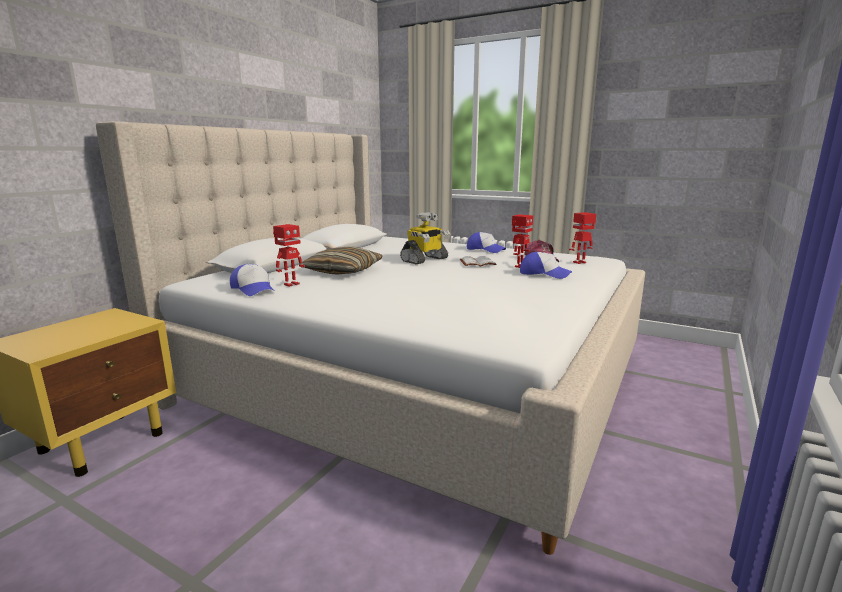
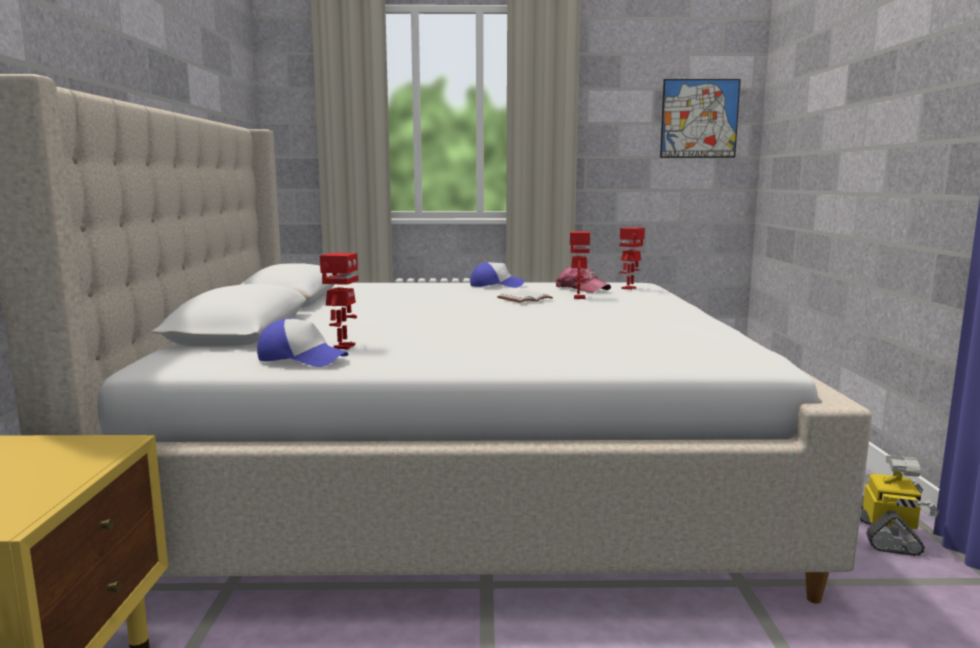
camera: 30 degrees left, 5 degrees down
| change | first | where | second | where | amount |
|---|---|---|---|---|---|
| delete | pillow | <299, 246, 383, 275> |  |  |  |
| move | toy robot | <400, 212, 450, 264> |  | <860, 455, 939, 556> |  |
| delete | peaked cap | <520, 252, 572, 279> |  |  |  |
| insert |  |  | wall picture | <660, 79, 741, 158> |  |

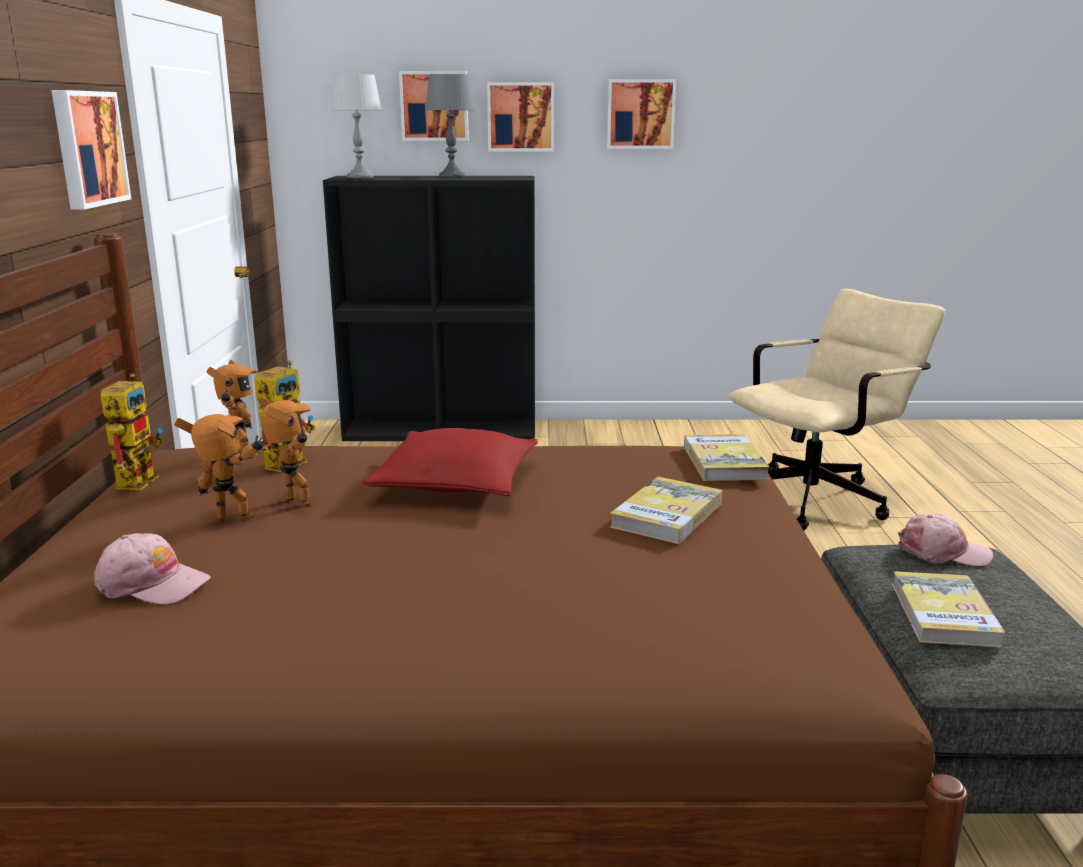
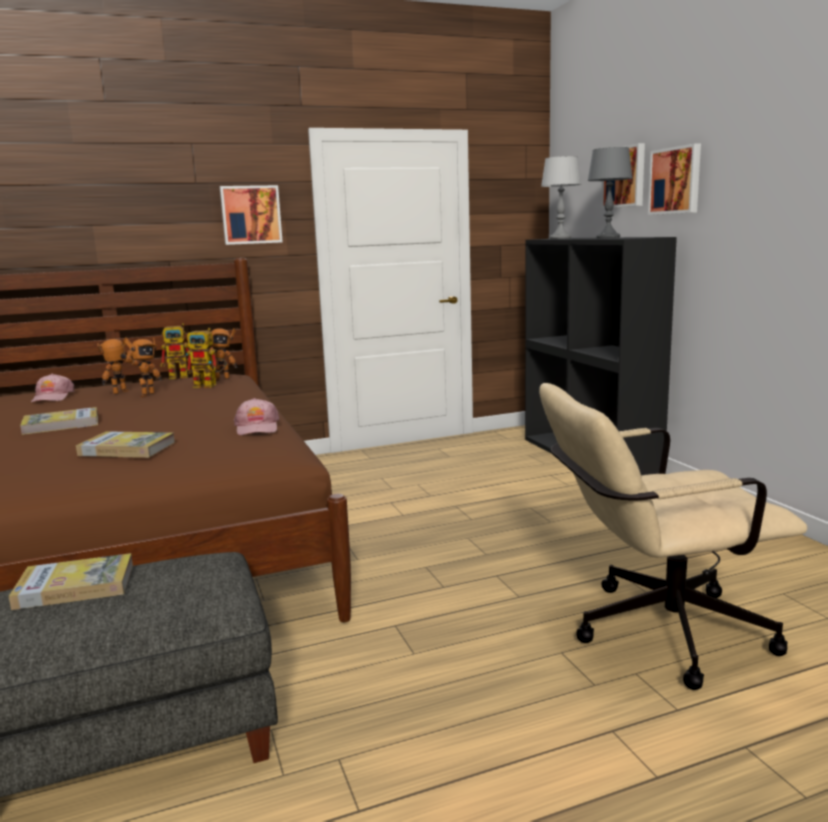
camera: 70 degrees right, 5 degrees down
| change | first | where | second | where | amount |
|---|---|---|---|---|---|
| rotate | toy robot | <174, 414, 266, 520> |  | <97, 337, 132, 394> | 135 degrees counterclockwise |
| delete | pillow in reddish | <362, 428, 538, 496> |  |  |  |
| delete | wall picture | <607, 79, 676, 149> |  |  |  |
| move | bound book | <684, 434, 770, 481> |  | <20, 407, 98, 435> |  |
| rotate | office chair in beige-coloured | <729, 289, 945, 530> |  | <539, 383, 808, 690> | 135 degrees clockwise |
| move | peaked cap in pink-coloured | <898, 514, 993, 566> |  | <234, 398, 279, 436> |  |

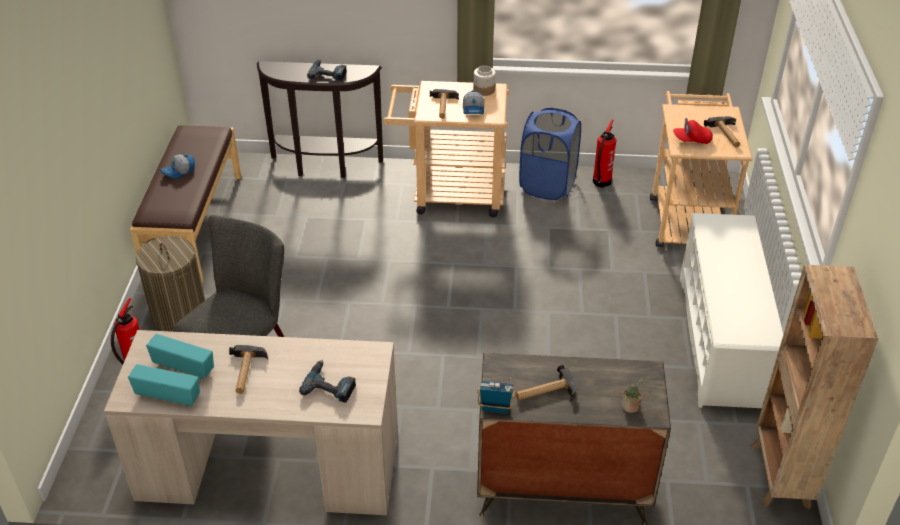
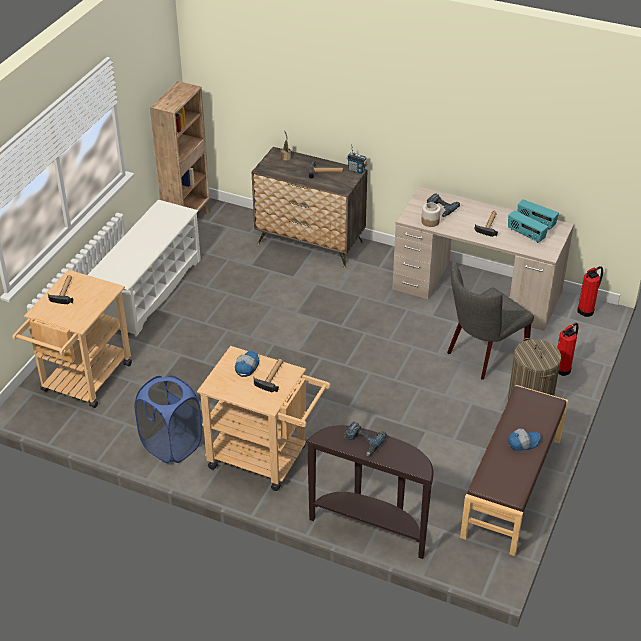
camera: 160 degrees left, 0 degrees up
| change | first | where | second | where | amount |
|---|---|---|---|---|---|
| move | storage jar | <473, 66, 496, 96> |  | <421, 202, 441, 227> |  |
| move | fire-fighting cylinder | <593, 119, 616, 188> |  | <577, 266, 603, 317> |  |
| delete | peaked cap in reddish | <673, 118, 713, 144> |  |  |  |

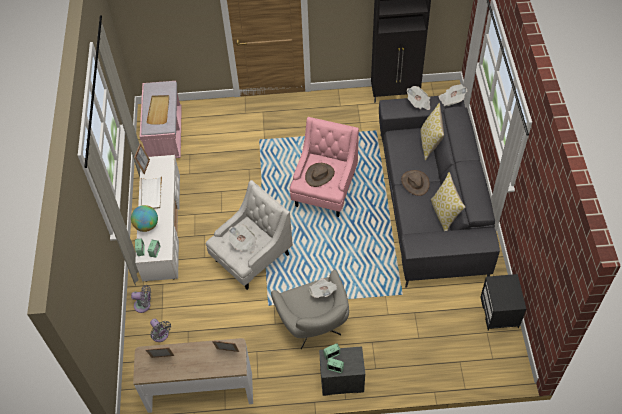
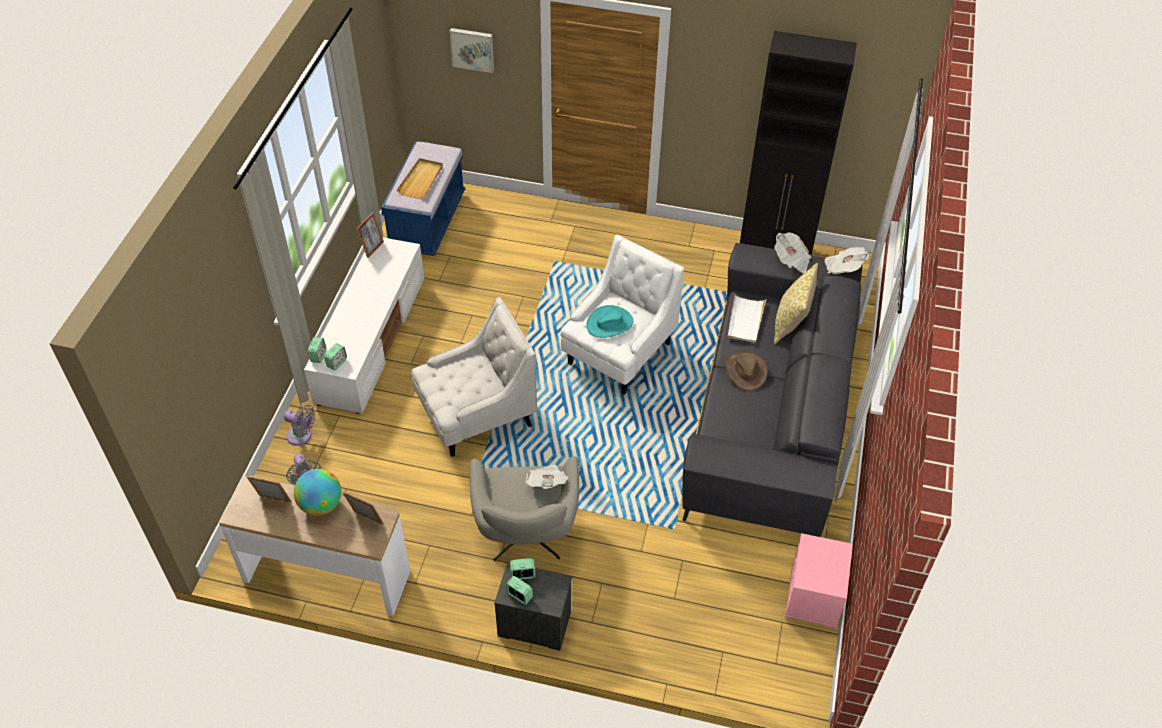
camera: 15 degrees right, 5 degrees down
| change | first | where | second | where | amount |
|---|---|---|---|---|---|
| move | desk globe | <131, 205, 158, 232> |  | <294, 469, 341, 516> |  |
| recolor | bench in pink-coloured | <140, 81, 182, 158> | bench in blue | <381, 141, 465, 256> |  |
| move | carrying tray in white-coloured | <141, 176, 162, 209> |  | <727, 294, 766, 343> |  |
| delete | printed paper | <228, 224, 257, 253> |  |  |  |
| recolor | easy chair in pink-coloured | <290, 117, 359, 217> | easy chair in white-coloured | <560, 235, 684, 395> |  |
| recolor | hat in brownish | <305, 163, 335, 187> | hat in blue-green | <586, 305, 633, 338> |  |
| delete | pillow | <431, 172, 465, 231> |  |  |  |
| recolor | night table in black-coloured | <481, 274, 526, 331> | night table in pink-coloured | <784, 533, 853, 630> |  |
| insert |  |  | wall picture | <450, 28, 494, 73> |  |

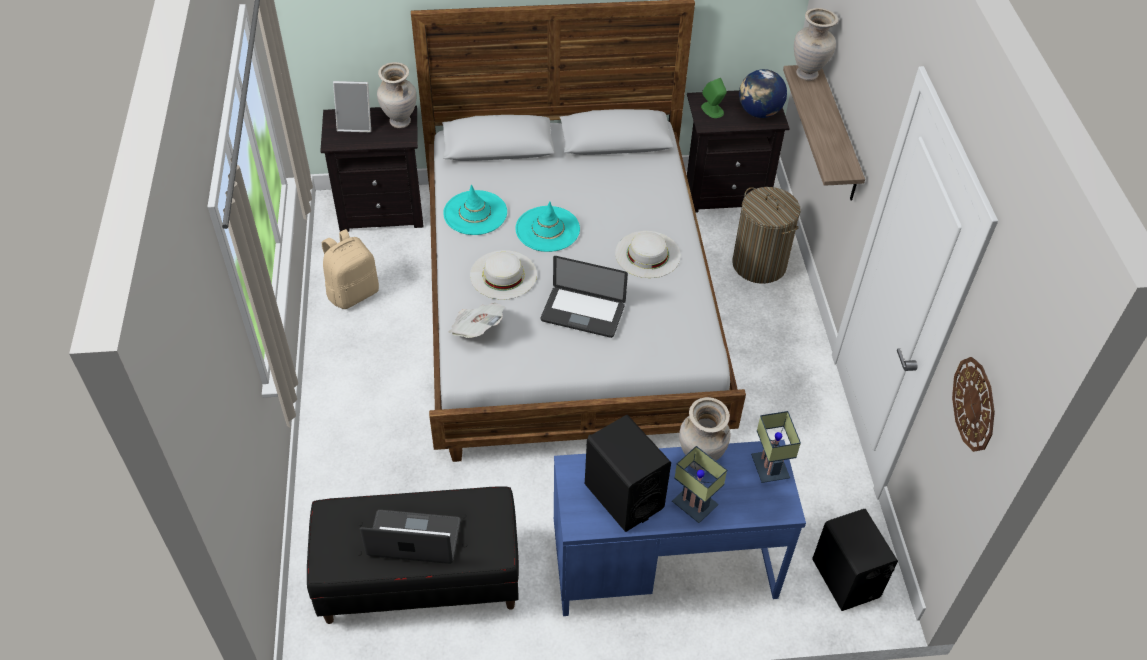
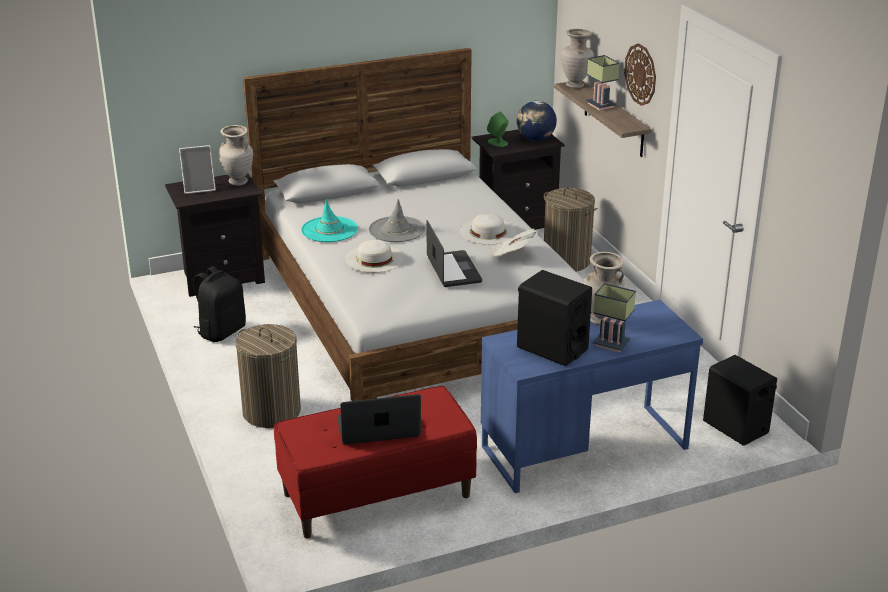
camera: 15 degrees left, 20 degrees down
| change | first | where | second | where | amount |
|---|---|---|---|---|---|
| recolor | bench in black-coloured | <307, 486, 519, 624> | bench in reddish | <274, 386, 477, 538> |  |
| recolor | backpack in beige-coloured | <322, 229, 379, 309> | backpack in black-coloured | <193, 266, 246, 342> |  |
| move | printed paper | <448, 303, 505, 338> |  | <490, 229, 538, 258> |  |
| recolor | hat in blue-green | <516, 201, 580, 252> | hat in greyish | <369, 199, 425, 242> |  |
| rotate | laptop | <541, 256, 628, 338> |  | <426, 220, 482, 287> | 105 degrees counterclockwise |
| move | tabletop lamp | <751, 411, 801, 483> |  | <586, 55, 620, 110> |  |
| move | hanging clock | <952, 357, 995, 452> |  | <624, 43, 656, 106> |  |
| insert |  |  | washing basket | <235, 324, 301, 428> |  |

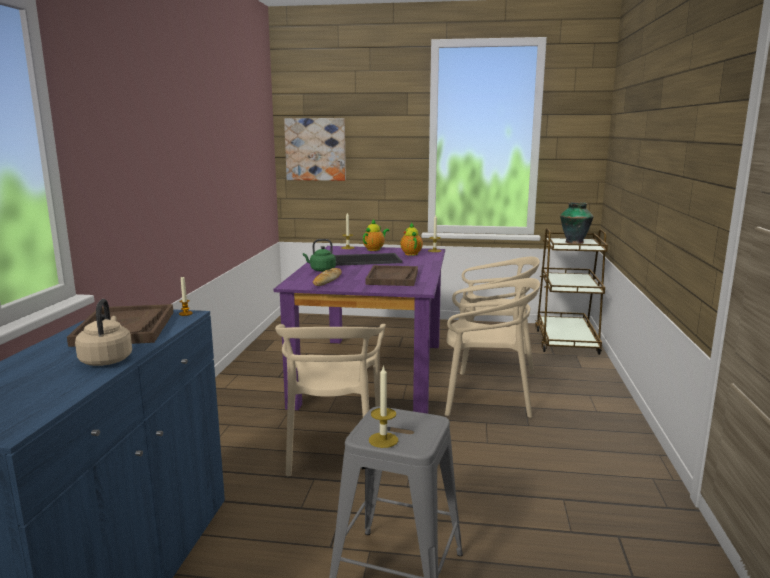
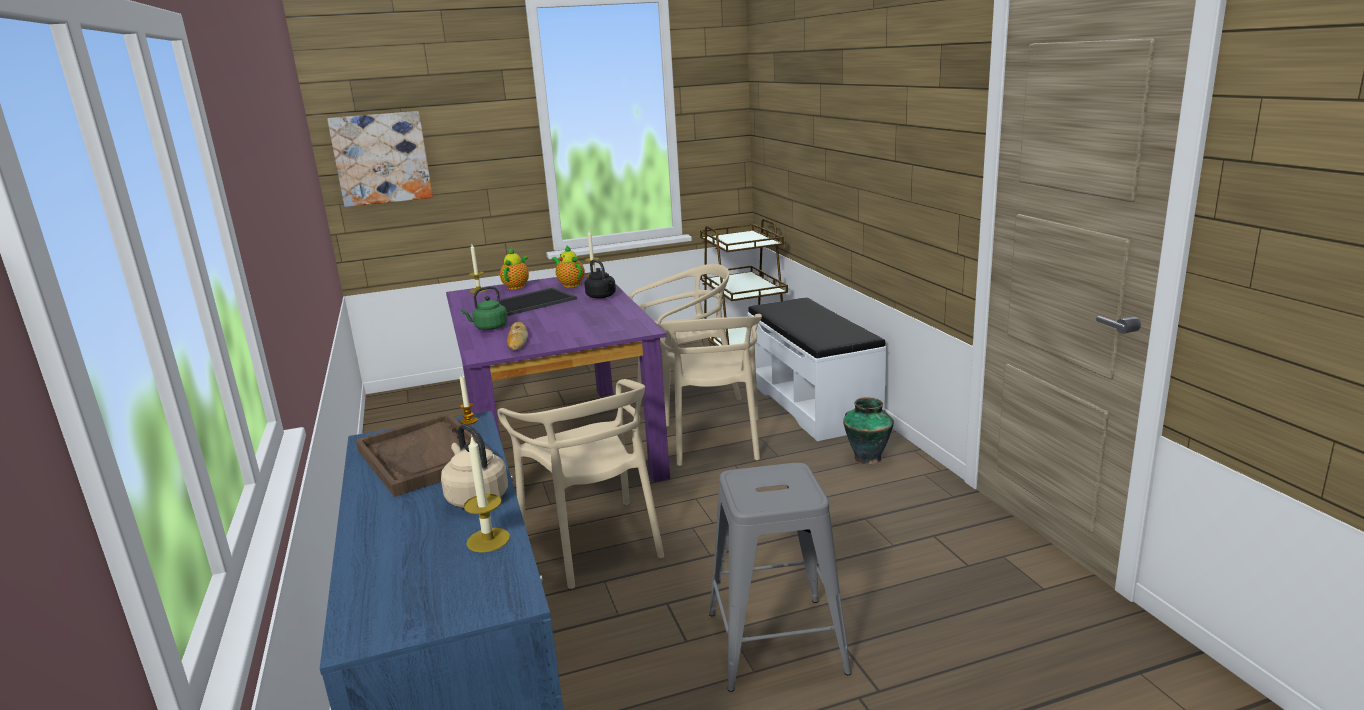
camera: 25 degrees left, 5 degrees up
| change | first | where | second | where | amount |
|---|---|---|---|---|---|
| delete | carrying tray in brownish | <365, 265, 418, 286> |  |  |  |
| move | wax candle | <369, 365, 398, 448> |  | <464, 435, 510, 553> |  |
| rotate | upright chair in beige-coloured | <445, 278, 540, 418> |  | <655, 314, 762, 466> | 105 degrees clockwise |
| move | decorative vase | <560, 202, 594, 244> |  | <843, 397, 894, 465> |  |
| insert |  |  | kettle in black-coloured | <584, 259, 616, 299> |  |
| insert |  |  | bench in white-coloured | <748, 297, 886, 441> |  |

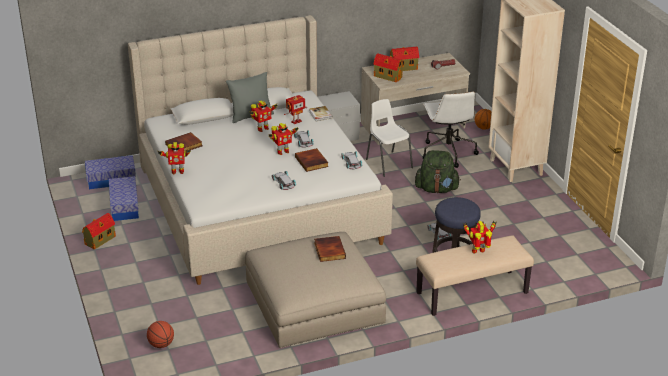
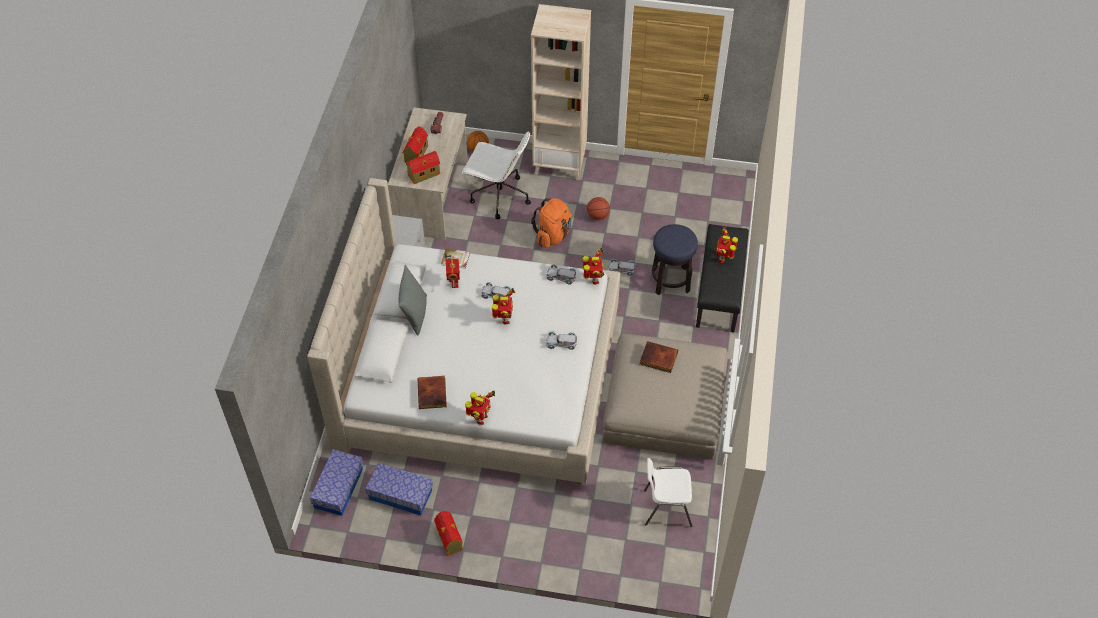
camera: 60 degrees left, 20 degrees up
| change | first | where | second | where | amount |
|---|---|---|---|---|---|
| move | basketball ball | <147, 321, 174, 348> |  | <587, 197, 610, 220> |  |
| move | toy robot | <250, 101, 278, 132> |  | <583, 248, 604, 285> |  |
| delete | bound book | <295, 148, 329, 172> |  |  |  |
| move | upright chair in white-coloured | <366, 99, 413, 177> |  | <644, 458, 693, 527> |  |
| recolor | backpack in green | <415, 150, 461, 193> | backpack in orange-coloured | <531, 198, 572, 248> |  |
| recolor | bench in beige-coloured | <416, 235, 534, 316> | bench in black-coloured | <696, 224, 749, 333> |  |

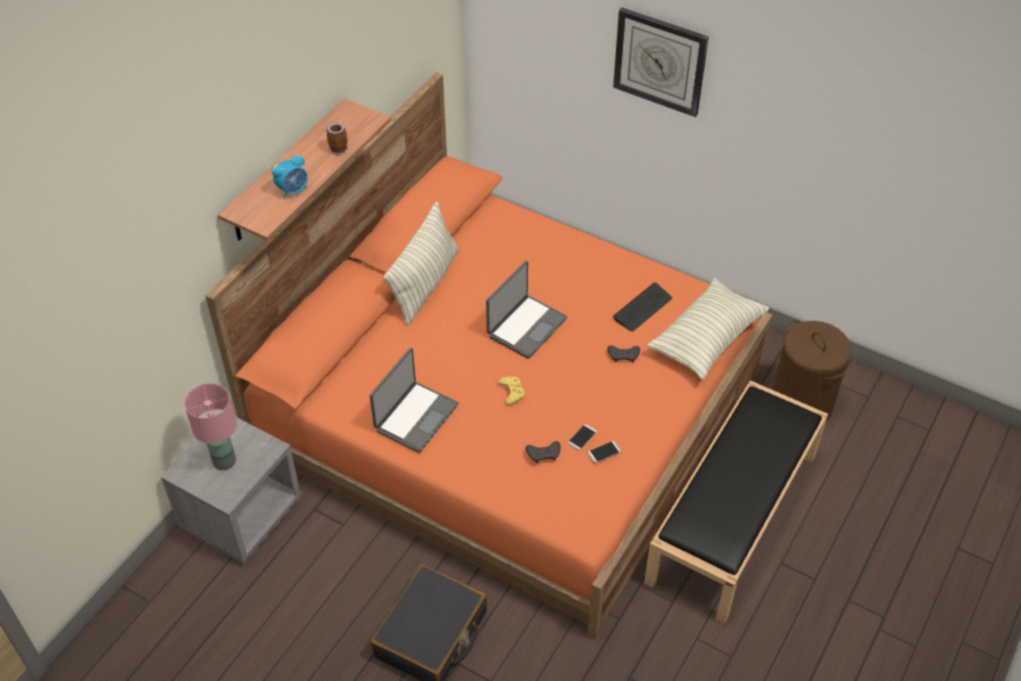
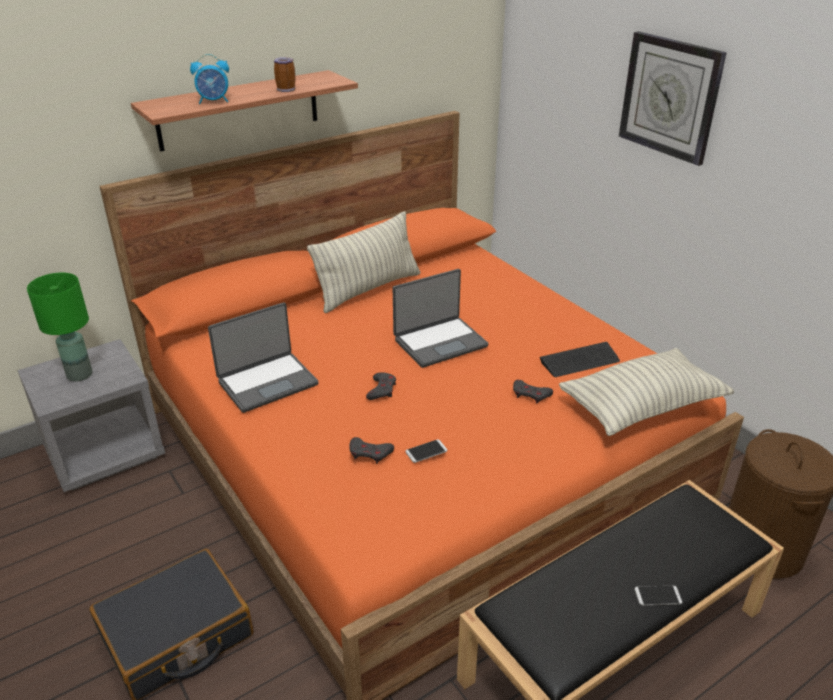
camera: 25 degrees right, 15 degrees down
| change | first | where | second | where | amount |
|---|---|---|---|---|---|
| recolor | tabletop lamp in pink-coloured | <184, 383, 236, 470> | tabletop lamp in green | <27, 273, 93, 381> |  |
| recolor | joypad in yellow-coloured | <498, 377, 525, 406> | joypad in greyish | <366, 372, 396, 400> |  |
| move | handset | <588, 441, 621, 463> |  | <635, 586, 682, 605> |  |

